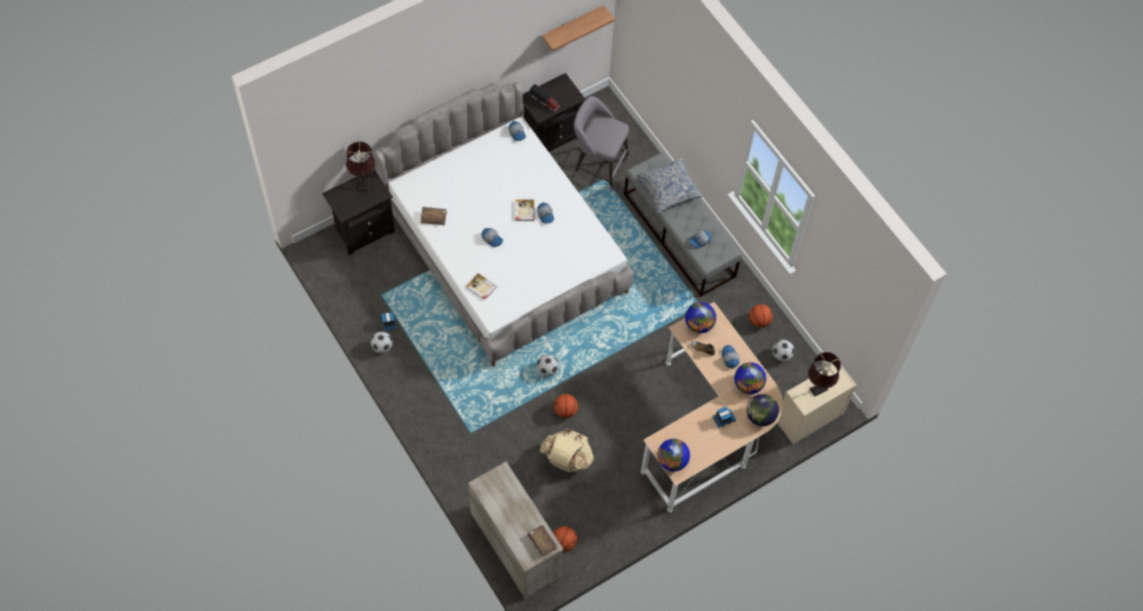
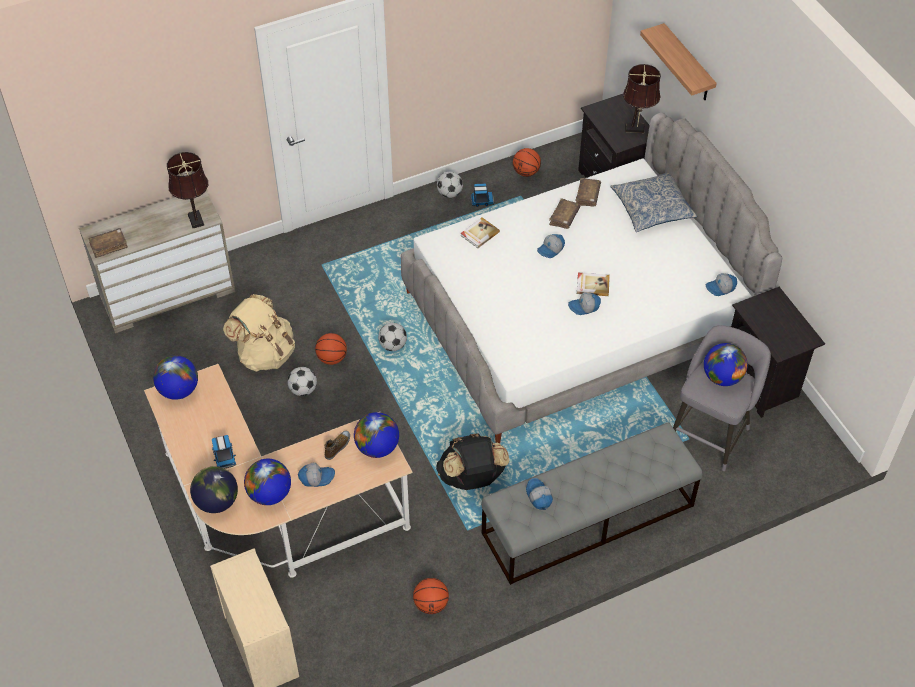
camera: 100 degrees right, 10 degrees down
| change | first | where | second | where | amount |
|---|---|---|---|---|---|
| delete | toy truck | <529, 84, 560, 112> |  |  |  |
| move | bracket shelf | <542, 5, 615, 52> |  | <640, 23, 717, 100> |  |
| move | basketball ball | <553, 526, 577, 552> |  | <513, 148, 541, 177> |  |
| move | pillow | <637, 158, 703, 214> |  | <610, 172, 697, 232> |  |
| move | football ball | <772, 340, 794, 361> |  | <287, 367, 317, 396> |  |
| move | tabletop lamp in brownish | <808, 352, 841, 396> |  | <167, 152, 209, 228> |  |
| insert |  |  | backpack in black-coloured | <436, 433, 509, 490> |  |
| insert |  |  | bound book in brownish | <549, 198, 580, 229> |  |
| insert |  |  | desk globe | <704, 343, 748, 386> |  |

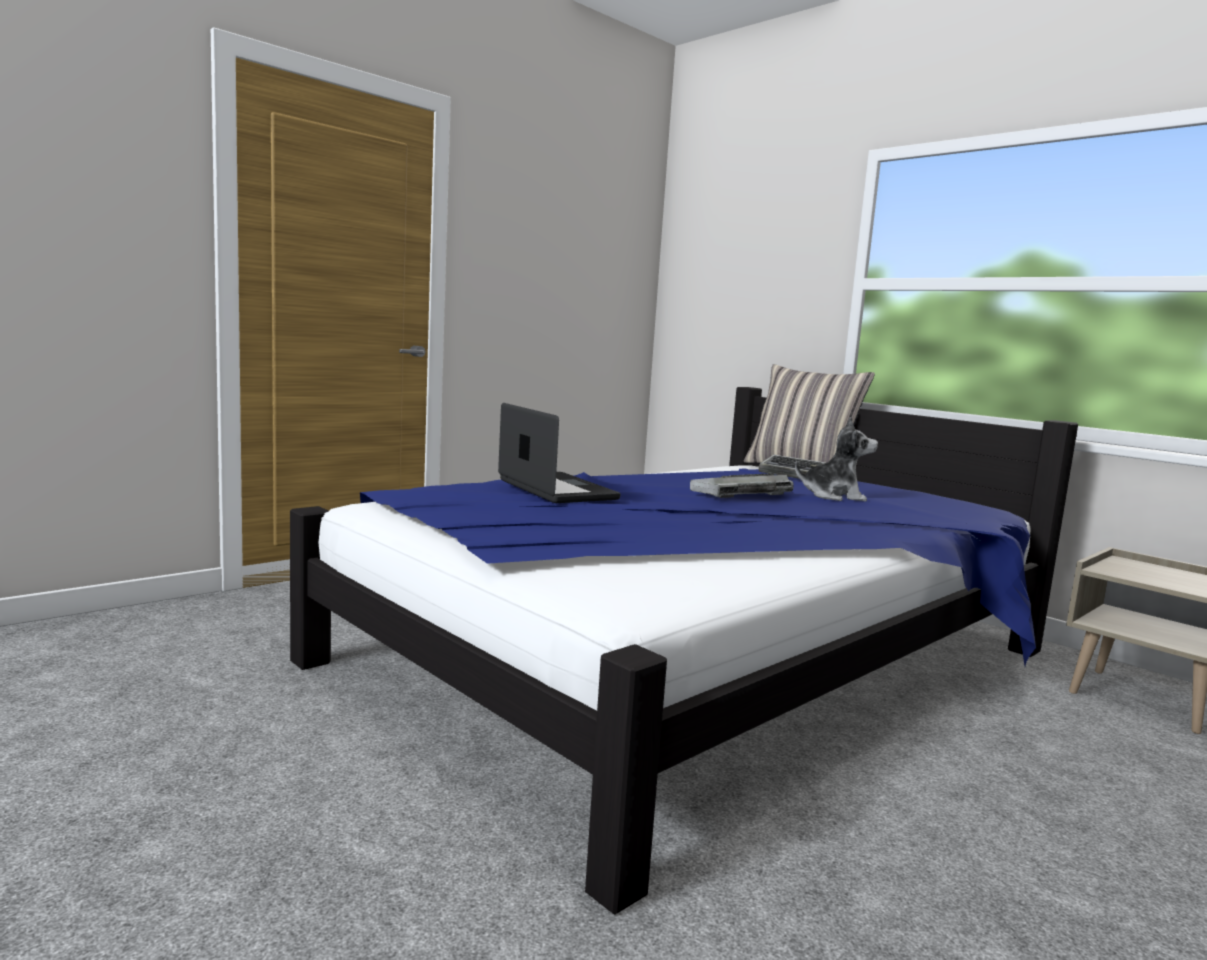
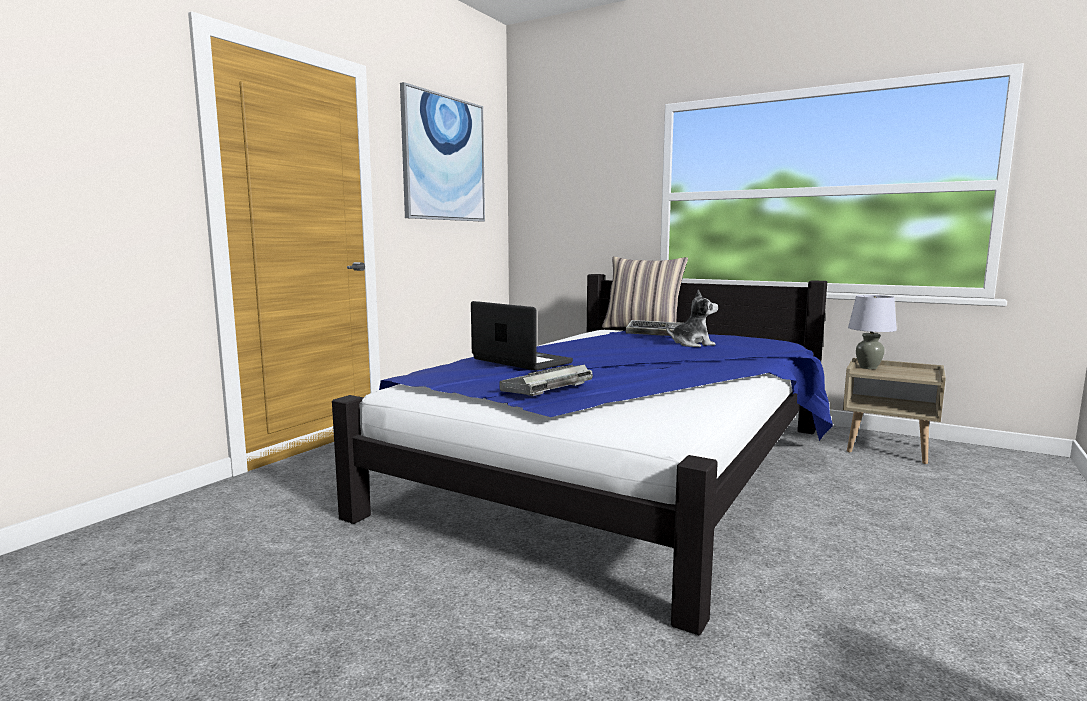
camera: 15 degrees left, 0 degrees up
| change | first | where | second | where | amount |
|---|---|---|---|---|---|
| move | computer keyboard | <690, 473, 794, 498> |  | <499, 365, 593, 396> |  |
| insert |  |  | wall picture | <400, 82, 485, 221> |  |
| insert |  |  | tabletop lamp in greyish | <848, 295, 897, 369> |  |

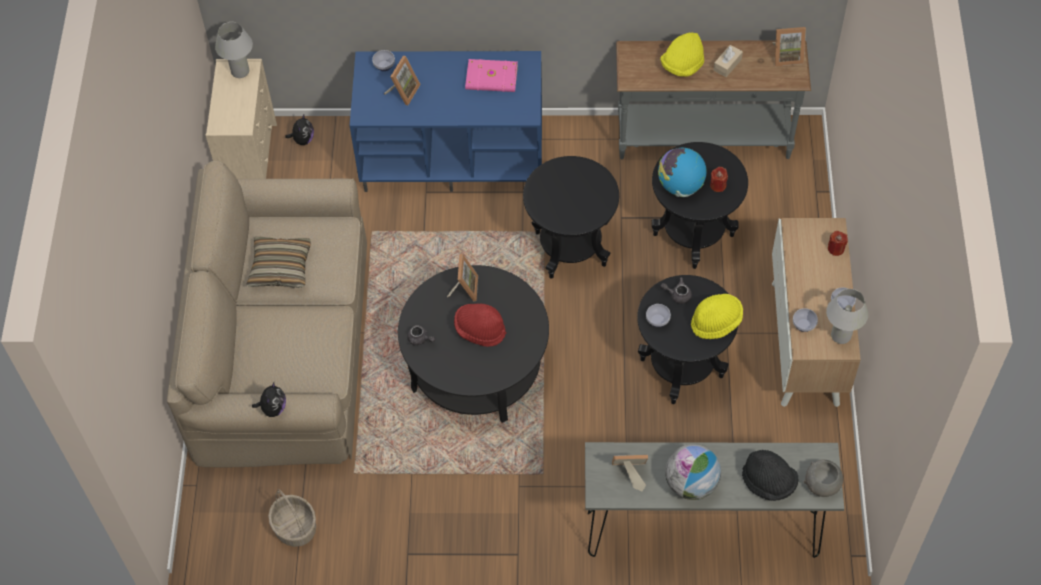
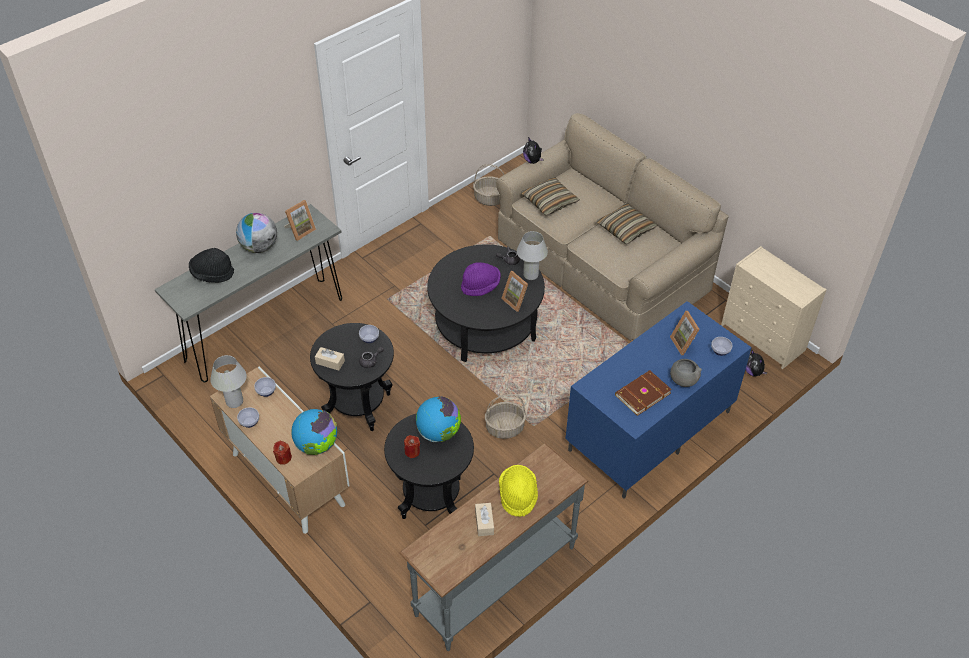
camera: 135 degrees right, 10 degrees down
| change | first | where | second | where | amount |
|---|---|---|---|---|---|
| move | tabletop lamp in white-coloured | <215, 22, 253, 78> |  | <517, 231, 548, 280> |  |
| recolor | hat in reddish | <454, 303, 506, 347> | hat in purplish | <461, 262, 501, 296> |  |
| recolor | bound book in pink-coloured | <465, 59, 518, 92> | bound book in brownish | <615, 370, 672, 416> |  |
| replace | side table in black-coloured | <523, 156, 619, 279> | household basket | <485, 394, 526, 439> |  |
| replace | hat in yellow-coloured | <691, 294, 743, 339> | tissue holder in beige-coloured | <315, 347, 345, 371> |  |
| delete | standing frame | <772, 27, 806, 66> |  |  |  |
| move | bowl in greyish | <804, 460, 843, 497> |  | <670, 359, 702, 387> |  |
| insert |  |  | desk globe | <291, 409, 337, 455> |  |
| insert |  |  | pillow | <521, 177, 580, 216> |  |

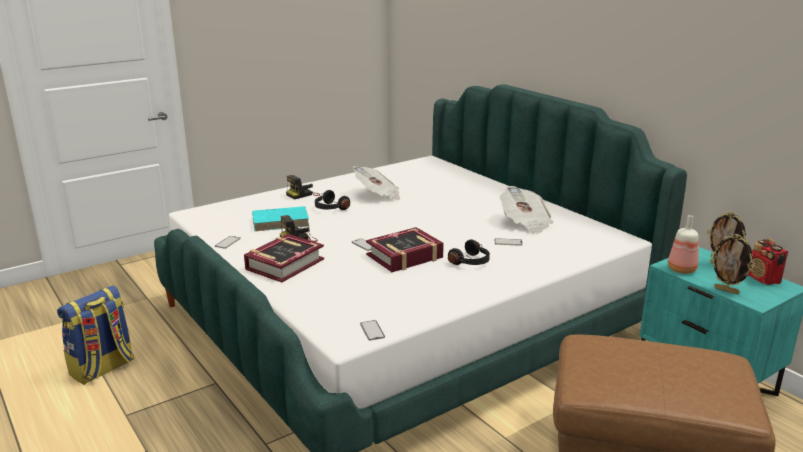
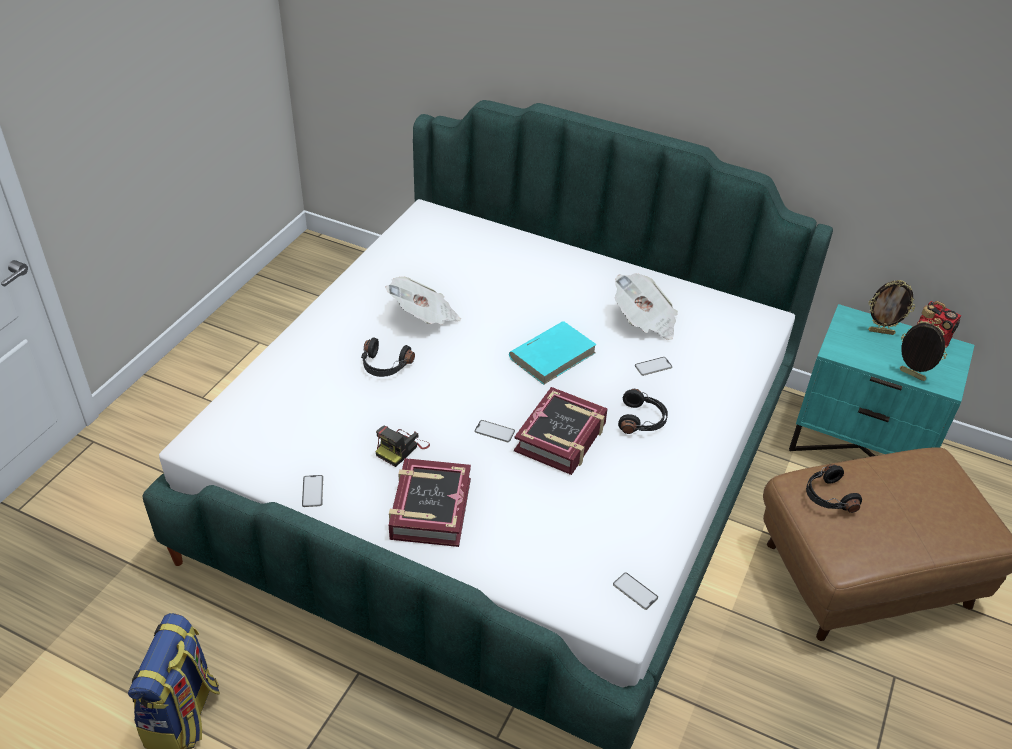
camera: 30 degrees left, 20 degrees up
| change | first | where | second | where | amount |
|---|---|---|---|---|---|
| move | bound book in blue-green | <252, 206, 309, 231> |  | <509, 321, 597, 385> |  |
| delete | still camera | <286, 175, 320, 199> |  |  |  |
| delete | drink bottle | <668, 215, 699, 274> |  |  |  |
| rotate | standing frame | <710, 234, 755, 294> |  | <900, 320, 947, 381> | 150 degrees counterclockwise |
| insert |  |  | pair of headphones in black-coloured | <806, 464, 862, 513> |  |

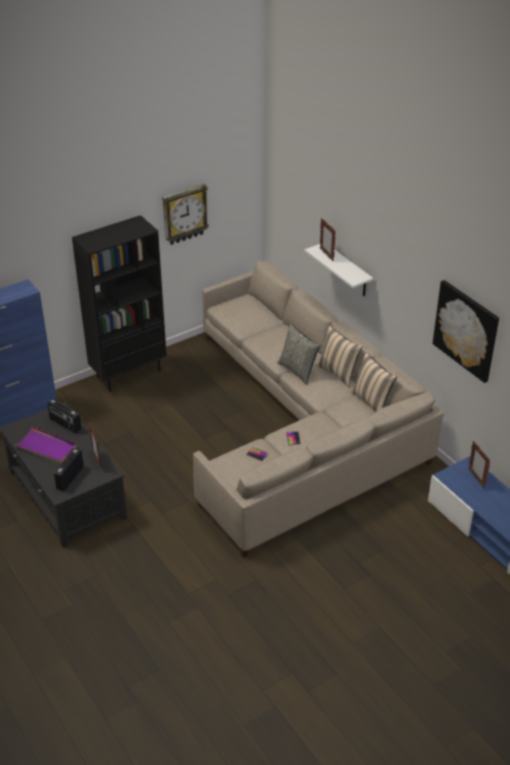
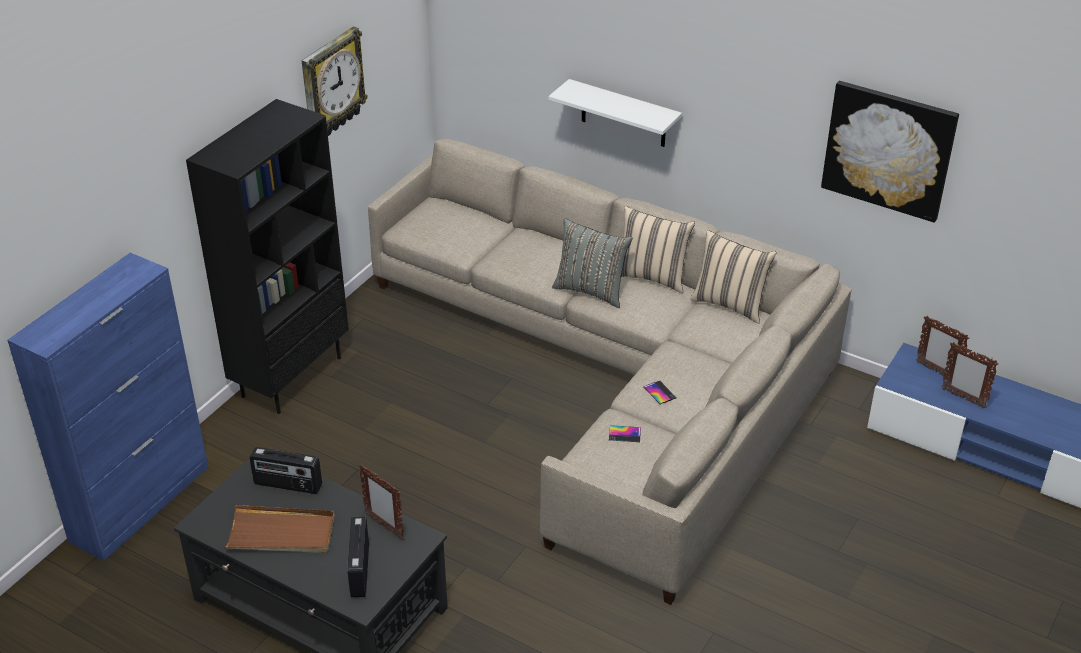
camera: 25 degrees left, 0 degrees up
| change | first | where | second | where | amount |
|---|---|---|---|---|---|
| recolor | carrying tray in purplish | <13, 426, 77, 464> | carrying tray in brownish | <224, 505, 335, 553> |  |
| move | standing frame | <320, 218, 336, 261> |  | <941, 342, 999, 409> |  |

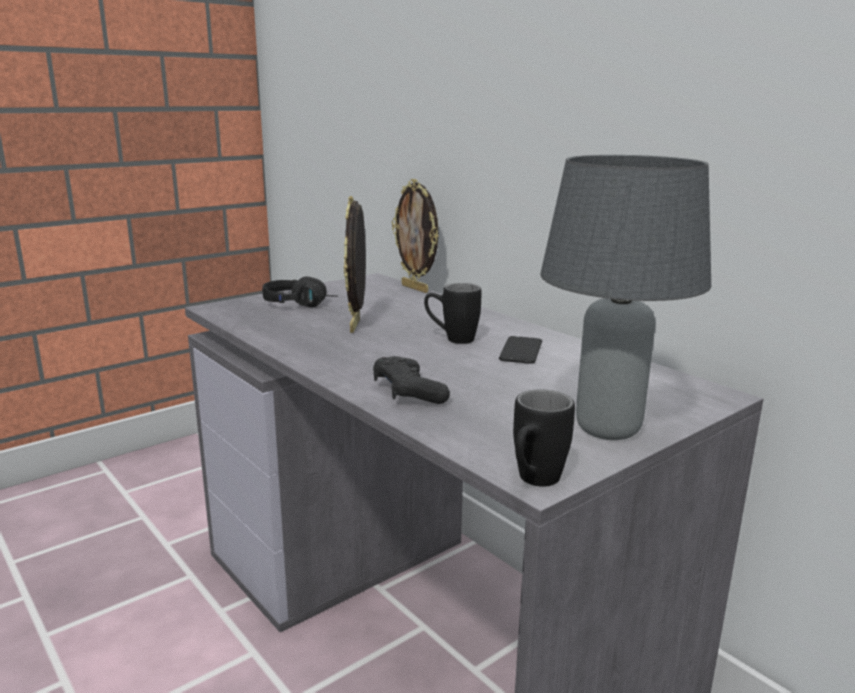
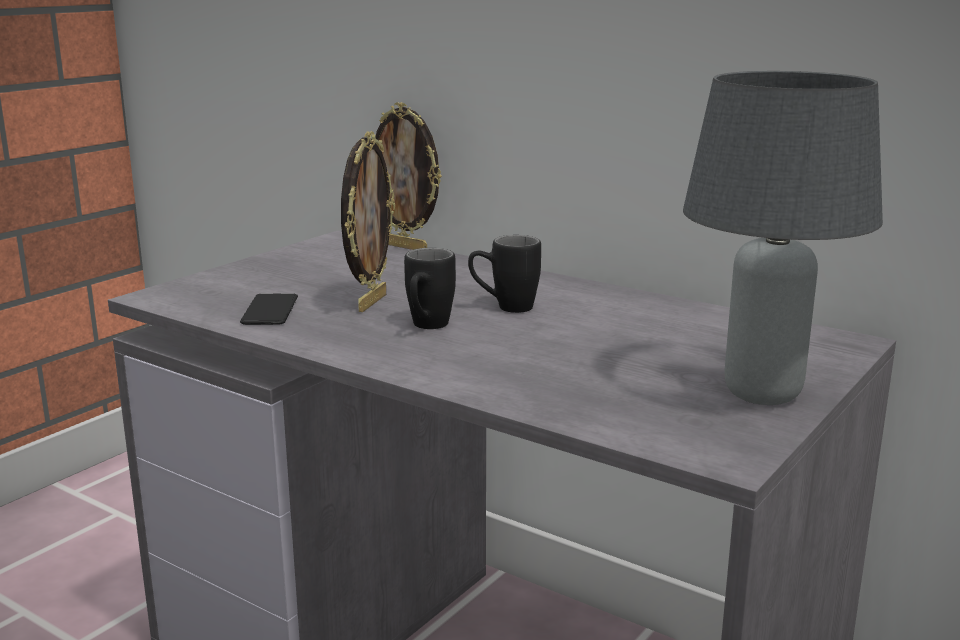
camera: 15 degrees left, 0 degrees up
| change | first | where | second | where | amount |
|---|---|---|---|---|---|
| delete | pair of headphones in black-coloured | <262, 276, 338, 307> |  |  |  |
| rotate | standing frame | <344, 196, 366, 333> |  | <341, 131, 395, 312> | 150 degrees counterclockwise |
| delete | joypad in black-coloured | <373, 356, 450, 404> |  |  |  |
| move | handset | <499, 336, 542, 364> |  | <240, 293, 298, 325> |  |
| move | mug in black-coloured | <513, 389, 575, 487> |  | <404, 248, 456, 329> |  |

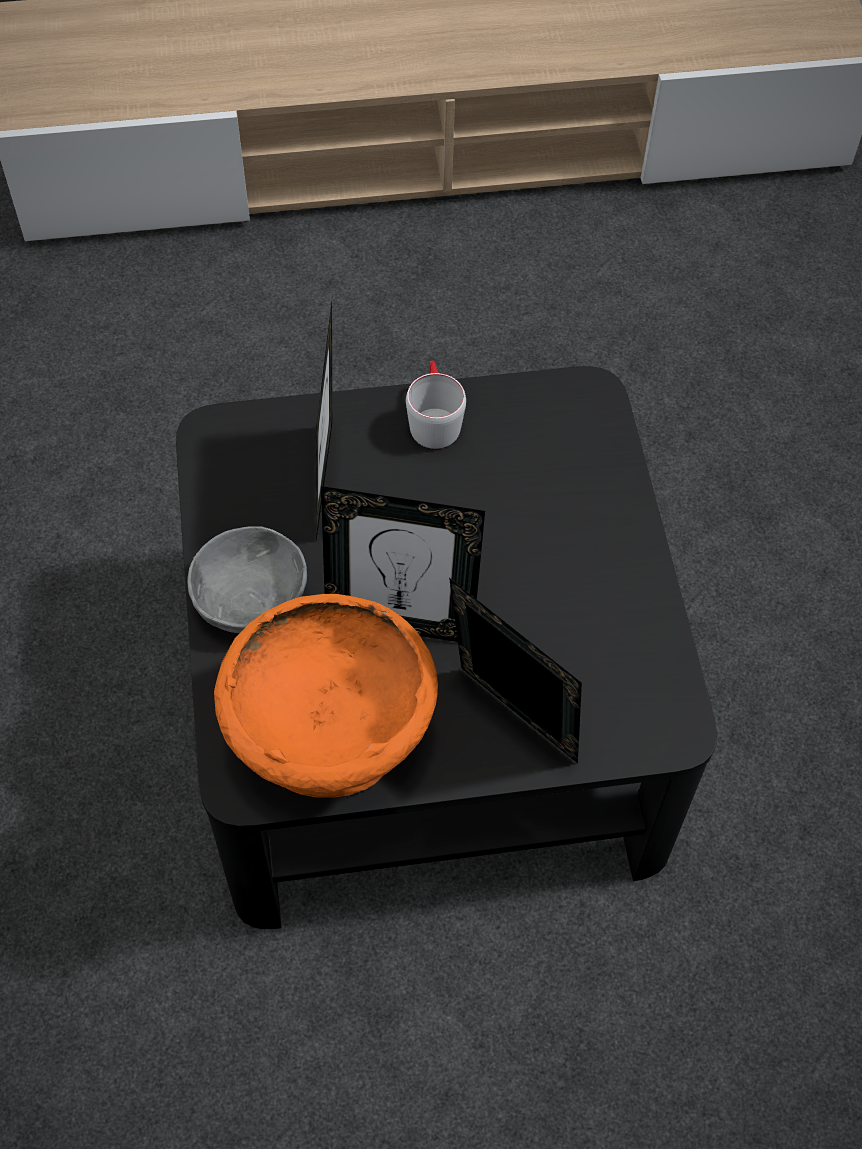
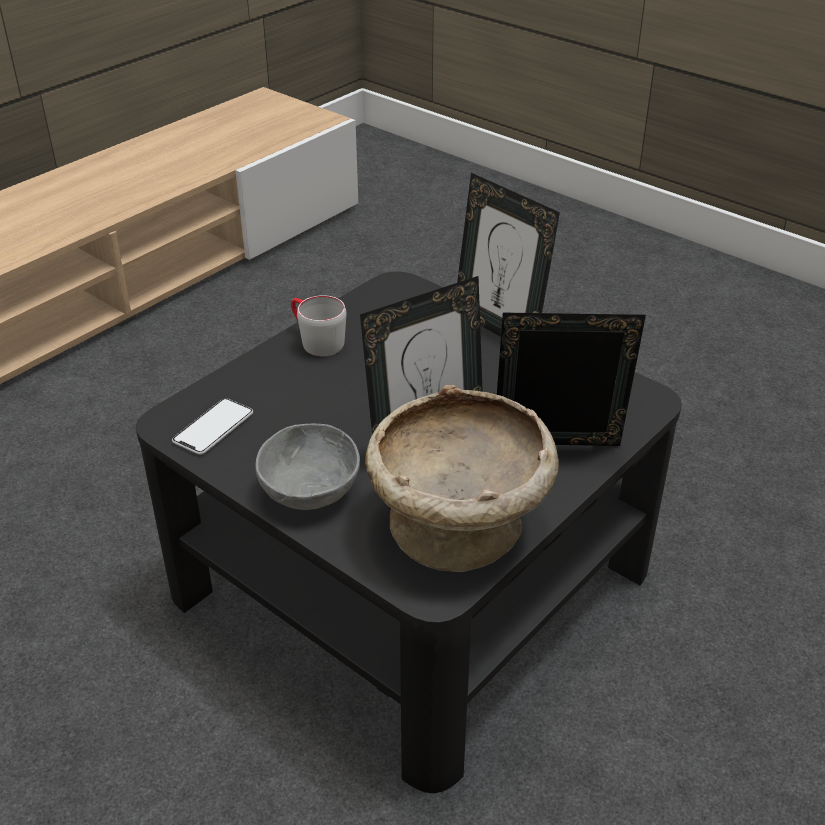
camera: 40 degrees left, 20 degrees down
| change | first | where | second | where | amount |
|---|---|---|---|---|---|
| recolor | bowl in orange-coloured | <214, 594, 438, 798> | bowl in beige-coloured | <365, 385, 559, 572> |  |
| move | standing frame | <316, 302, 332, 540> |  | <457, 173, 560, 337> |  |
| insert |  |  | handset | <172, 398, 253, 455> |  |

